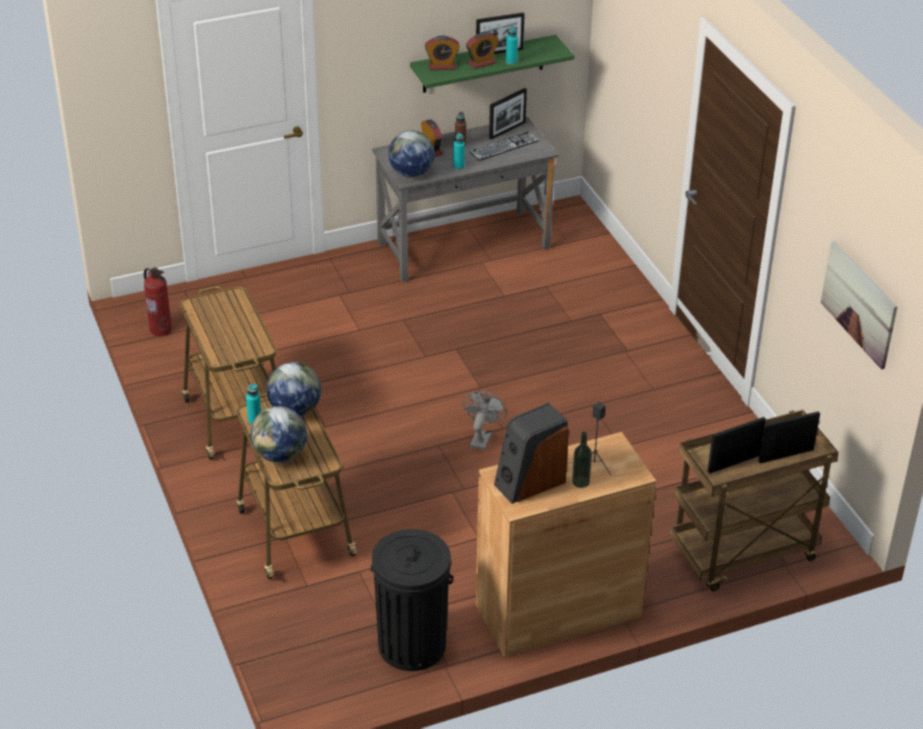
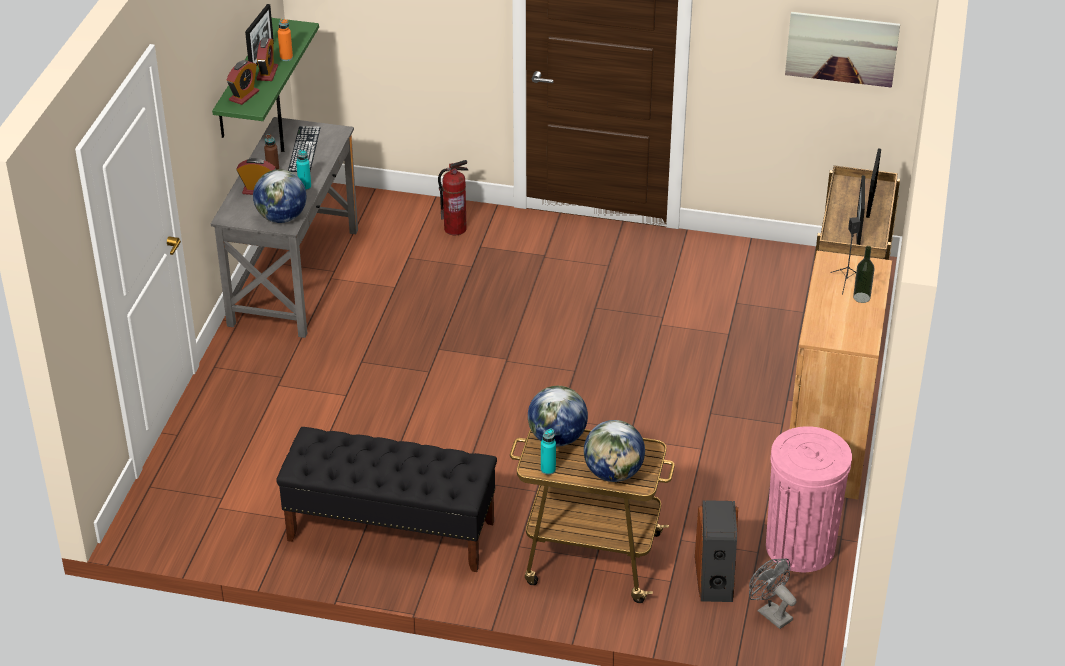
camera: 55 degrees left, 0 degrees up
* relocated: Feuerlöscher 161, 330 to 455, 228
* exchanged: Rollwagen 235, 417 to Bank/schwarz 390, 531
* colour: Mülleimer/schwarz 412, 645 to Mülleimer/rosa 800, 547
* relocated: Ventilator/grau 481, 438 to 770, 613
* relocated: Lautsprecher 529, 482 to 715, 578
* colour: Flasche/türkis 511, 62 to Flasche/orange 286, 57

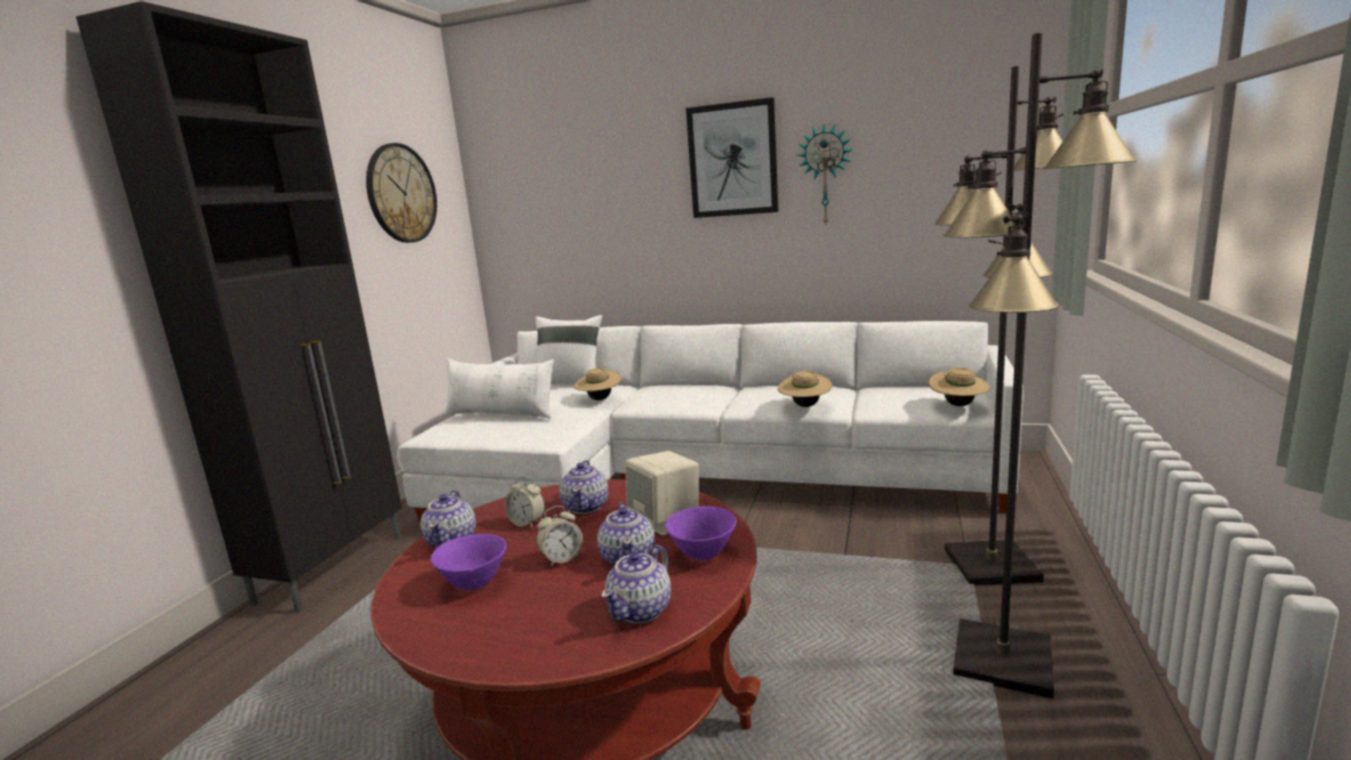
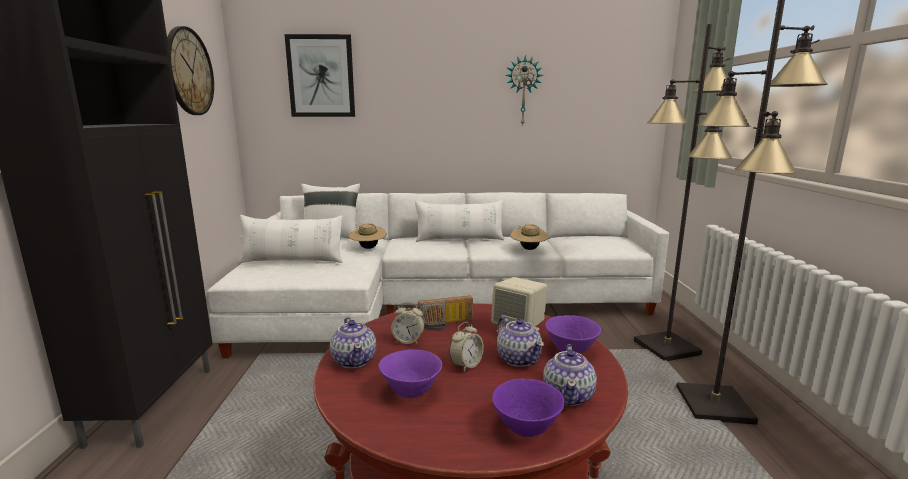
camera: 20 degrees left, 0 degrees up
* exchanged: Teekanne 586, 506 to Radio 445, 324
* relocated: Bild 733, 160 to 321, 76
* missing: Hut/beige 958, 405
* appeared: Kissen/weiß 459, 239
* appeared: Schüssel/lila 526, 429

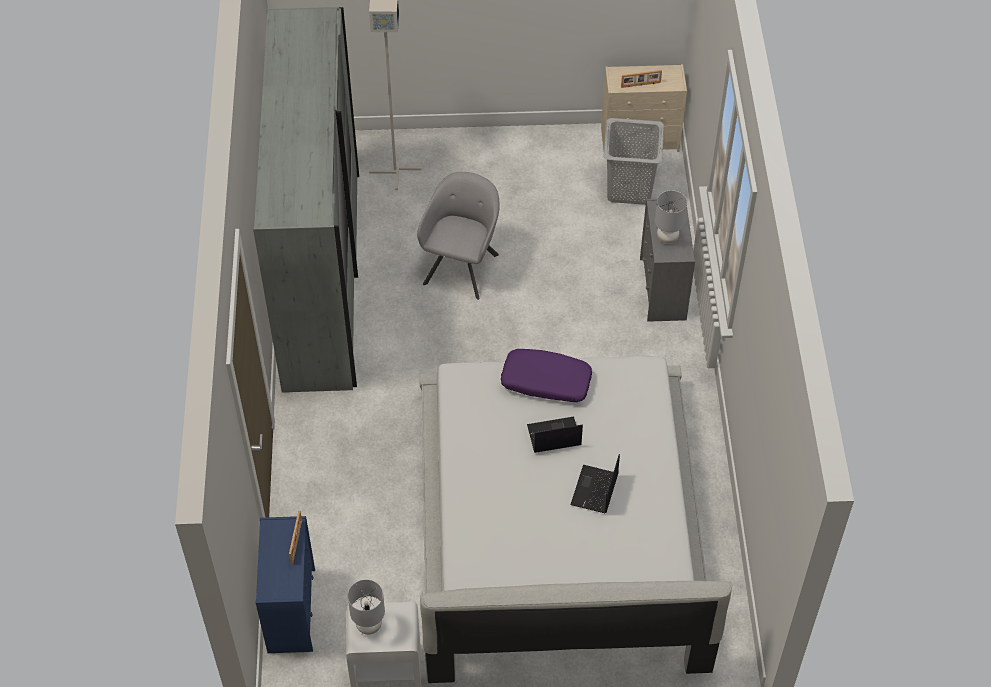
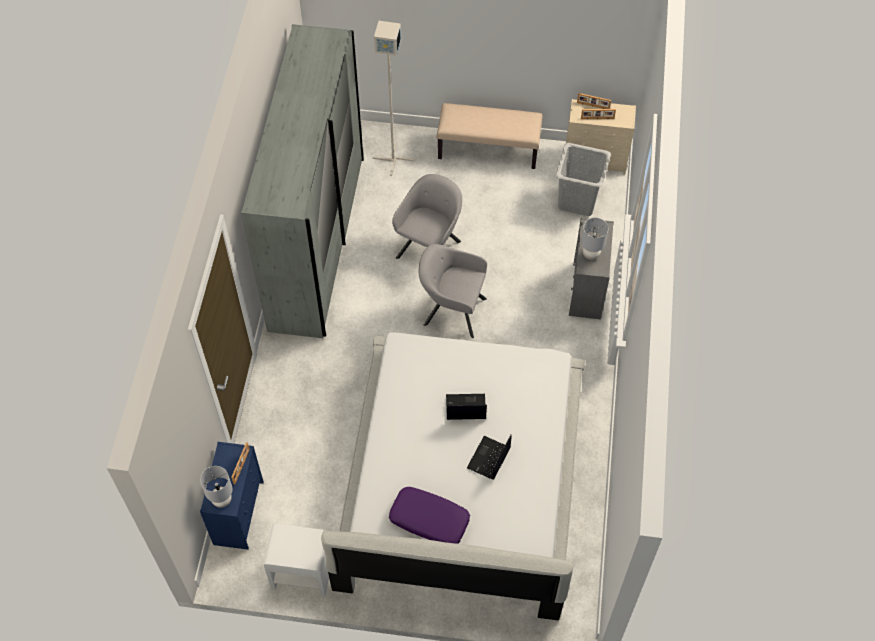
camera: 10 degrees right, 5 degrees up
* relocated: Tischlampe/grau 369, 625 to 222, 499
* relocated: Kissen/lila 545, 382 to 429, 520
* appeared: Sessel/grau 451, 310
* appeared: Bank/beige 488, 149
* appeared: Bilderrahmen 593, 106

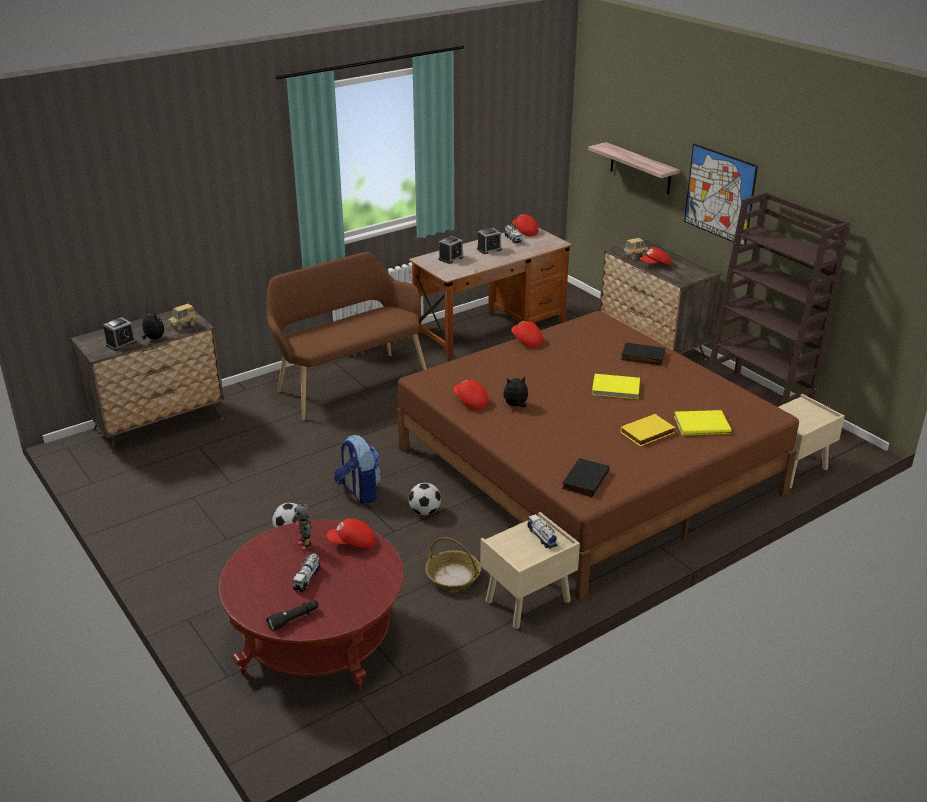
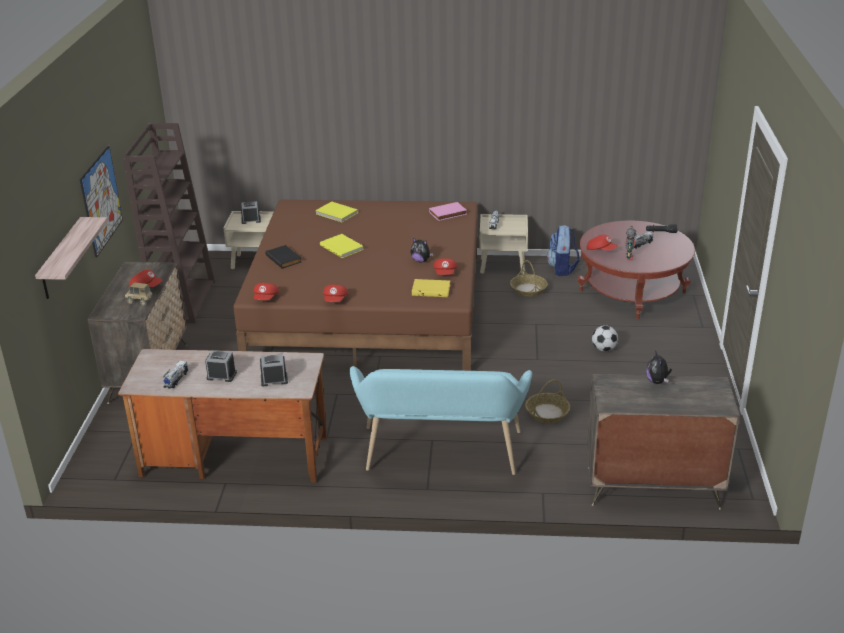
camera: 140 degrees left, 0 degrees up
* relocated: Wecker 121, 343 to 251, 220
* missing: Spielzeuglaster 183, 326
* colour: Bank/braun 348, 382 to Bank/türkis 441, 455
* relocated: Rucksack 359, 492 to 562, 269
* missing: Fußball 425, 512
* relocated: Kappe/rot 524, 231 to 266, 298
* colour: Buch/schwarz 584, 479 to Buch/rosa 448, 214
* relocated: Buch/gelb 647, 433 to 431, 290
* appeared: Korb 547, 413

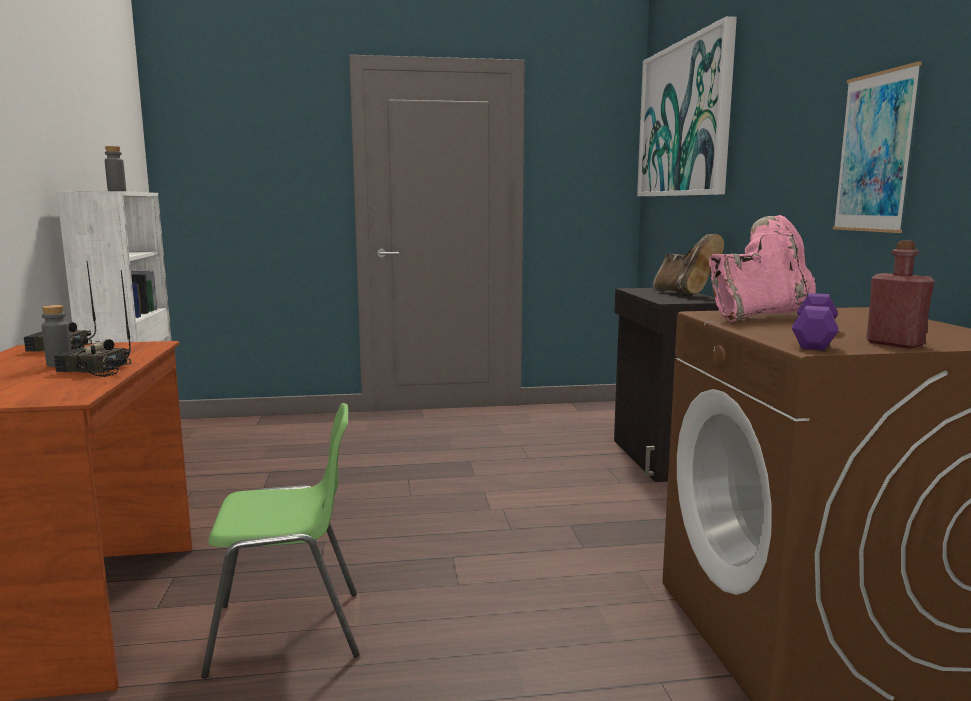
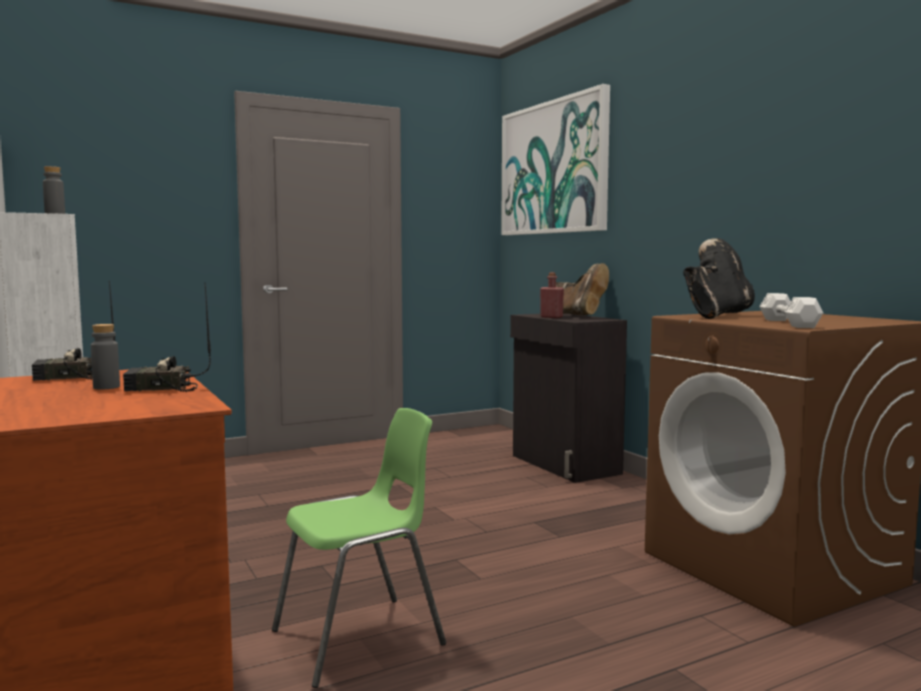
camera: 20 degrees left, 5 degrees down
* colour: Stiefel/rosa 758, 315 to Stiefel/schwarz 716, 316
* colour: Hantel/lila 814, 337 to Hantel/weiß 788, 323
* missing: Bild 875, 153
* relocated: Flasche/rot 894, 344 to 551, 317

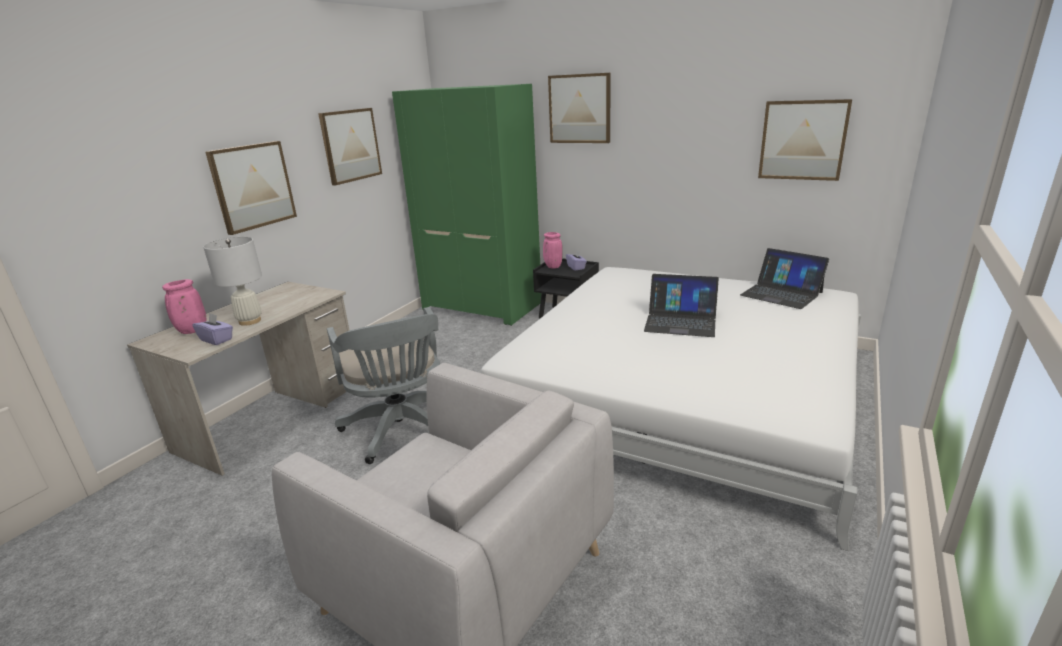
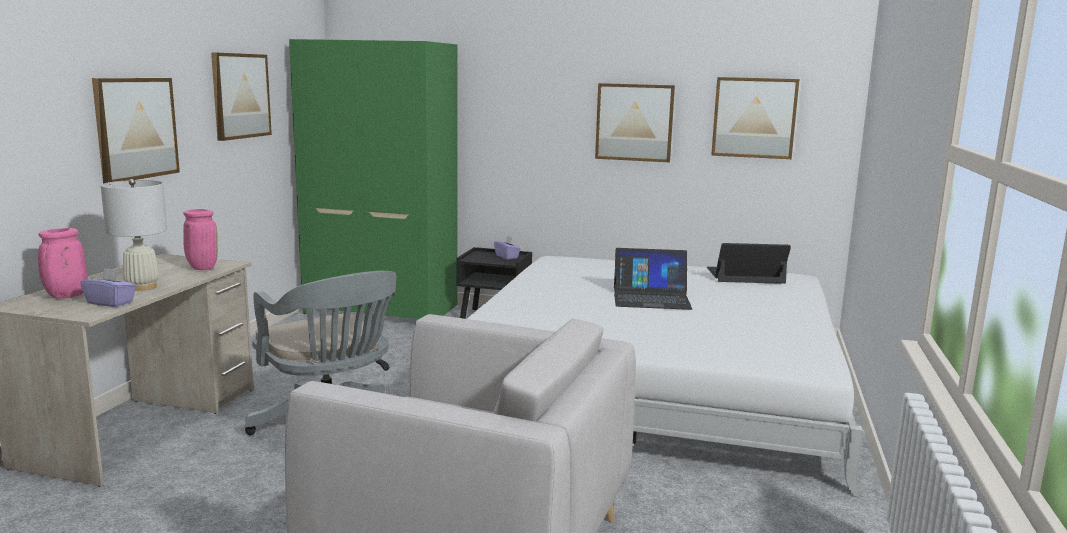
camera: 15 degrees left, 10 degrees down
* relocated: Vase/rosa 552, 267 to 201, 268
* relocated: Bild 580, 109 to 634, 122
* spun: Laptop 781, 293 = 745, 275 150 degrees clockwise

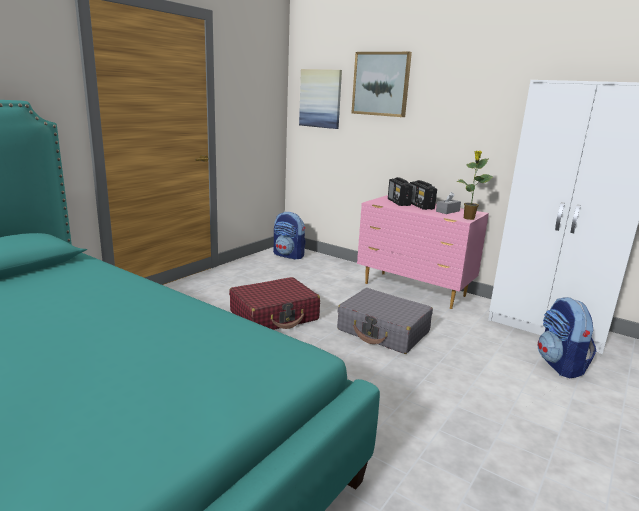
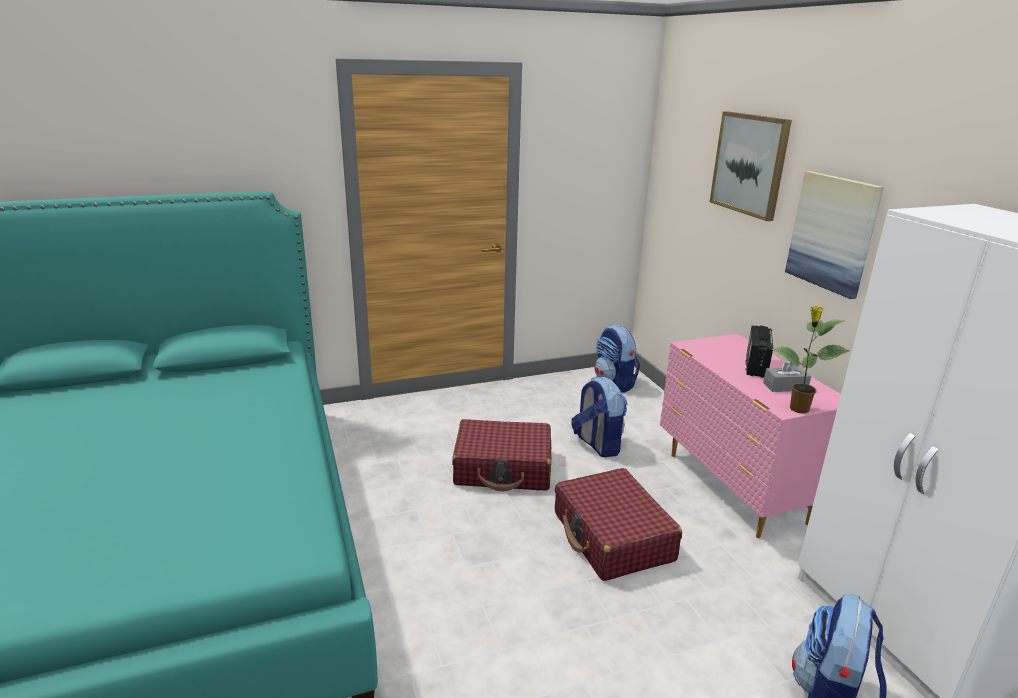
camera: 35 degrees right, 5 degrees up
* relocated: Bild 320, 98 to 832, 232
* colour: Koffer/grau 383, 331 to Koffer/rot 612, 537
* missing: Radio 398, 202
* appeared: Rucksack 597, 444

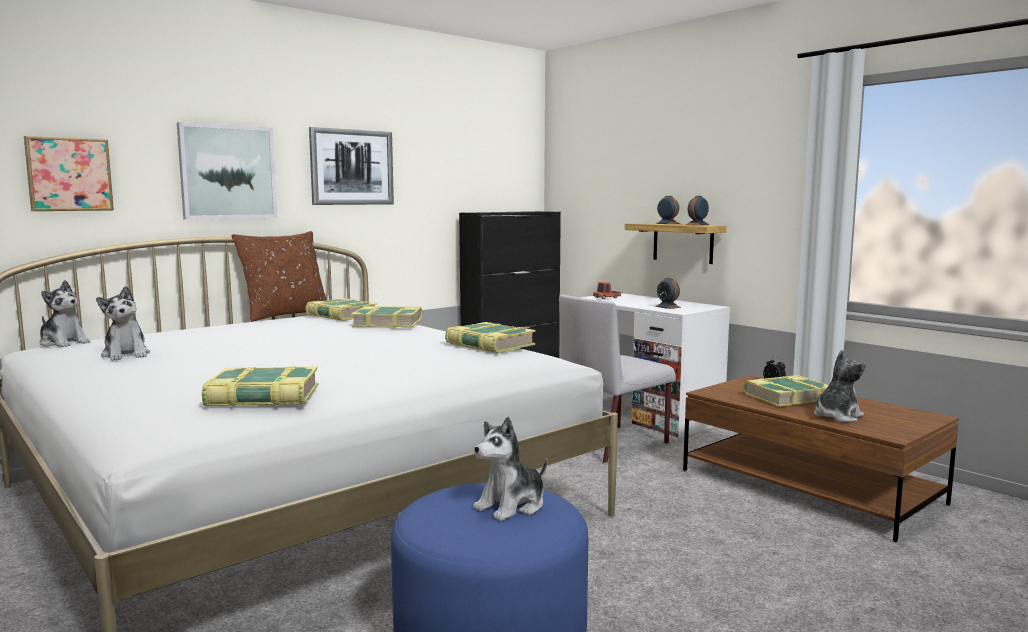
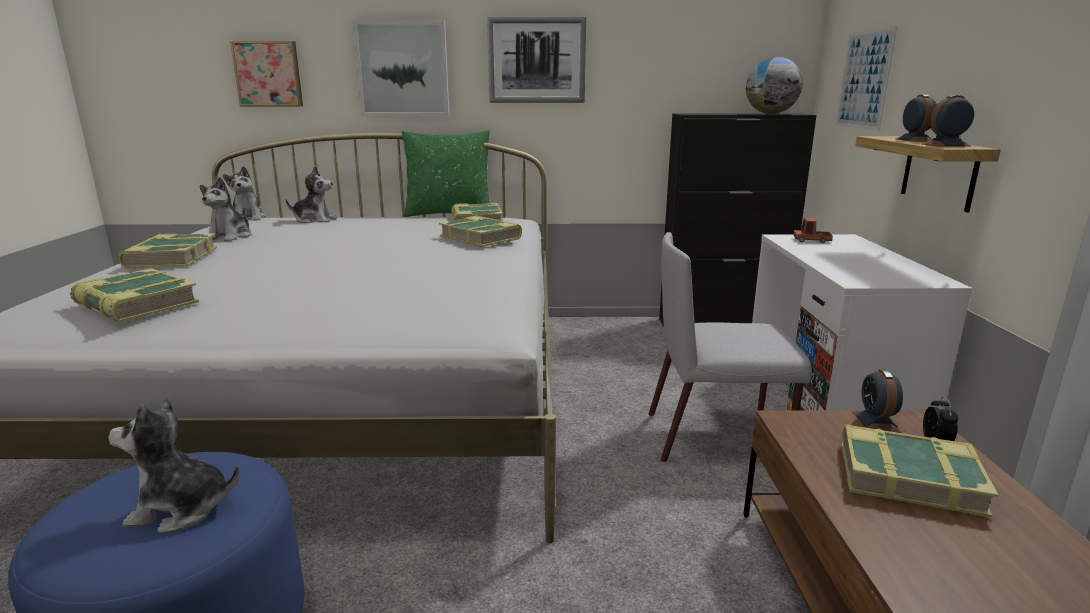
camera: 40 degrees right, 10 degrees up
* colour: Kissen/braun 285, 315 to Kissen/grün 449, 214
* relocated: Buch 489, 345 to 171, 258
* relocated: Wecker 667, 307 to 876, 422
* relocated: Plüschtier 836, 416 to 314, 220
* appeared: Globus 770, 113
* appeared: Bild 864, 80

